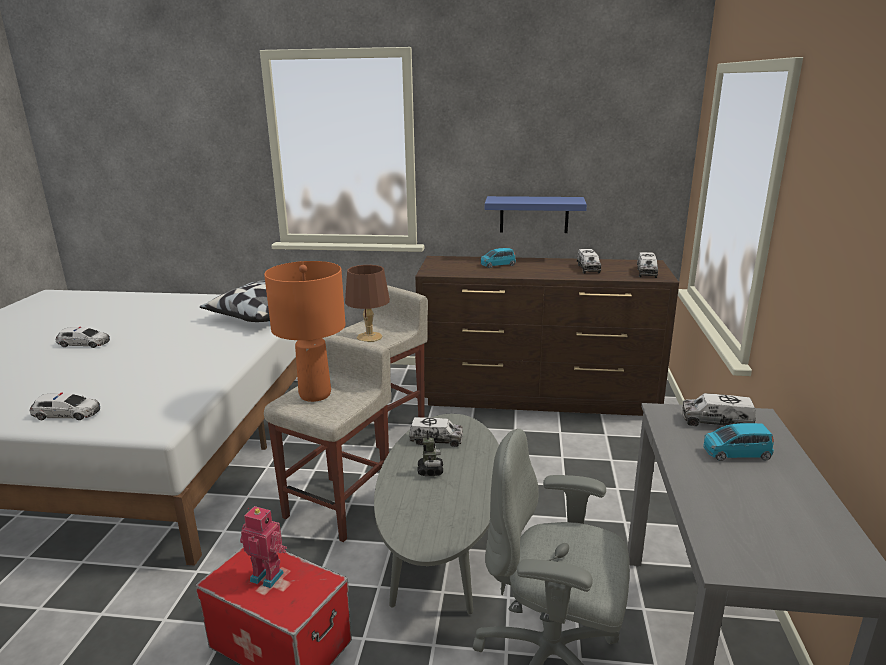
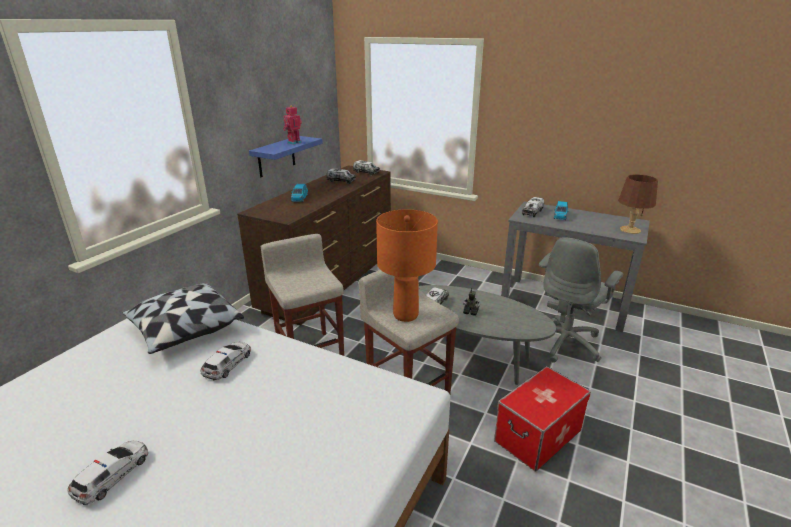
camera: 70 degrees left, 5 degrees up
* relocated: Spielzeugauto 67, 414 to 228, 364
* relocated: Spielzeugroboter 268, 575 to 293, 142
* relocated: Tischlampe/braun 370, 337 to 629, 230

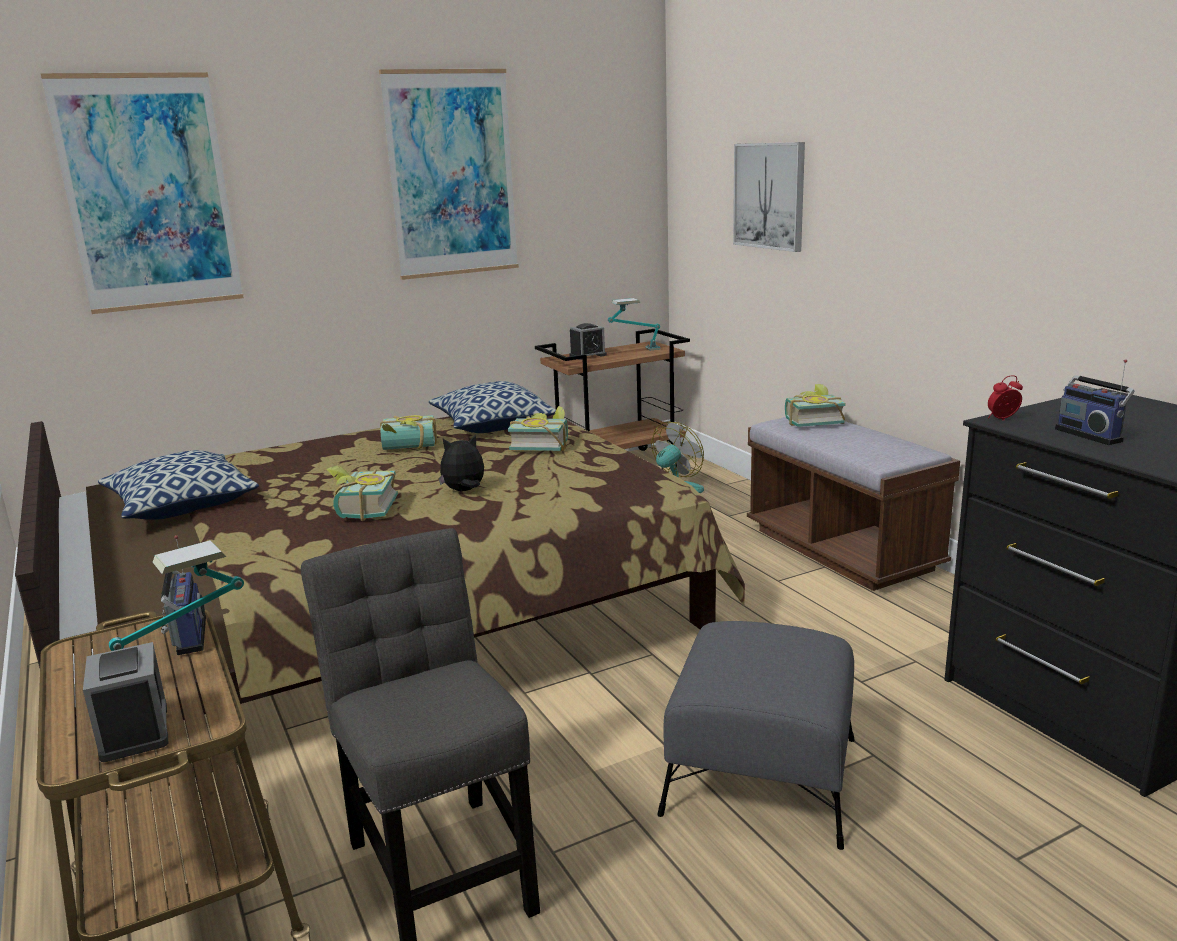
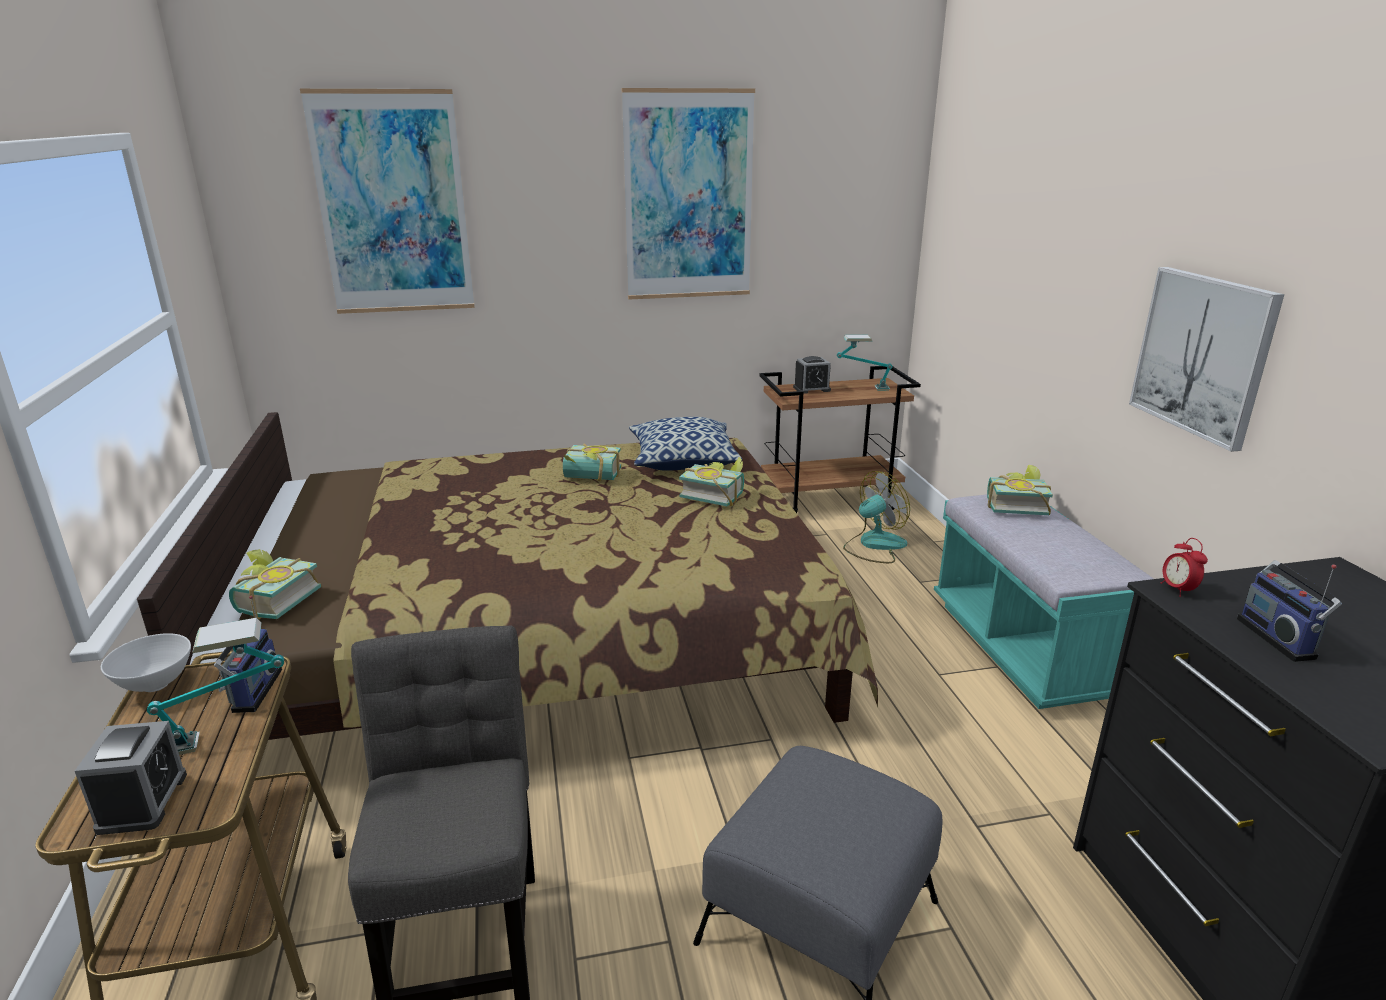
camera: 15 degrees right, 5 degrees up
* missing: Kissen 181, 505
* relocated: Buch 360, 509 to 272, 601
* missing: Plüschtier 464, 491
* relocated: Bild 769, 196 to 1203, 355
* colour: Bank/braun 841, 549 to Bank/türkis 1025, 648
* spun: Wecker 1002, 419 = 1177, 589 105 degrees counterclockwise
* appeared: Schüssel/weiß 154, 685

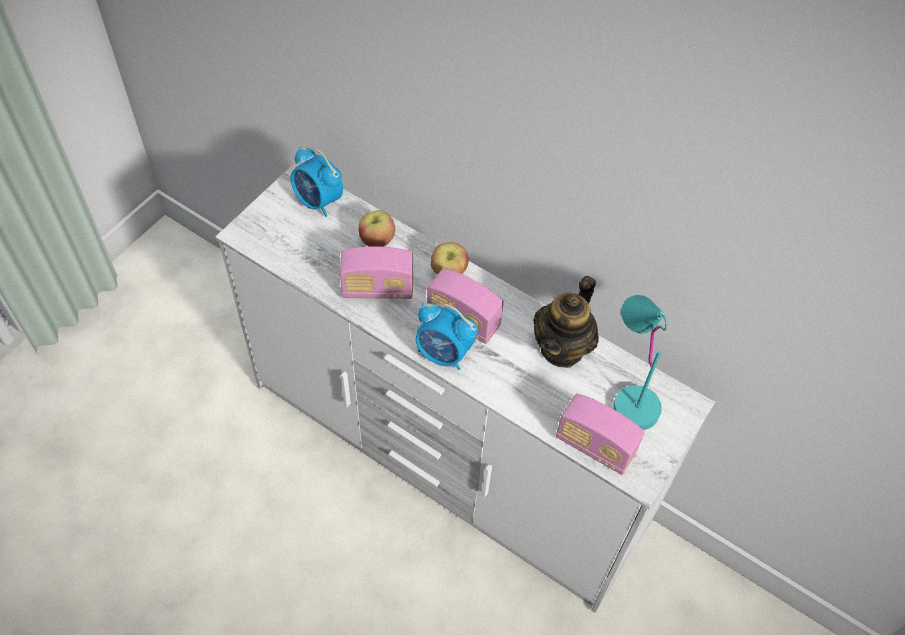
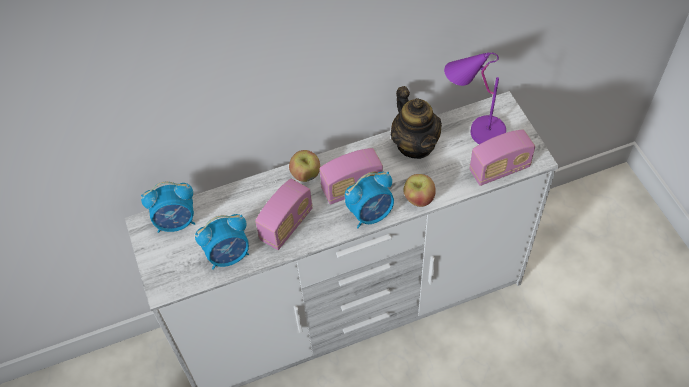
camera: 50 degrees left, 0 degrees up
* relocated: Apfel 377, 240 to 418, 198
* colour: Tischlampe/türkis 629, 390 to Tischlampe/lila 472, 128
* appeared: Wecker 229, 255

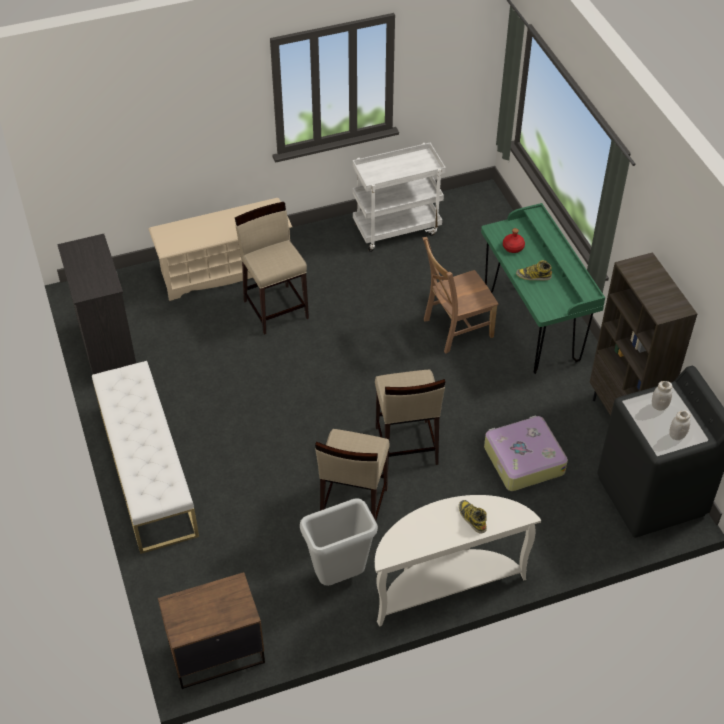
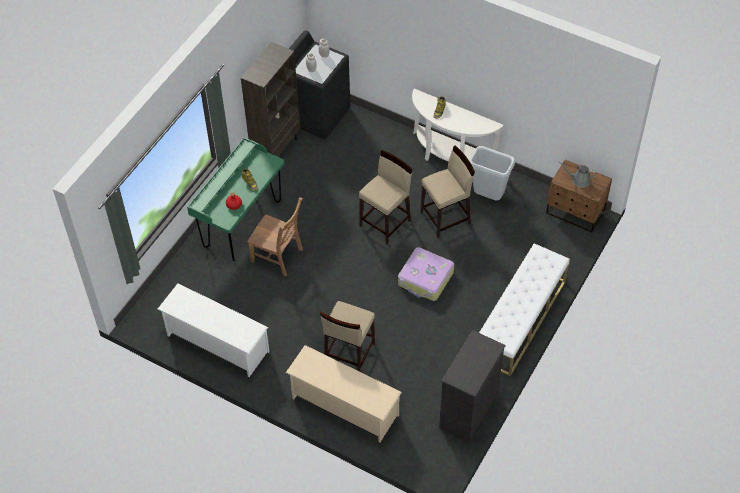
camera: 130 degrees left, 5 degrees up
* exchanged: Rollwagen/weiß 397, 229 to Schuhregal/weiß 217, 343
* relocated: Koffer 523, 459 to 425, 279
* appeared: Gießkanne/grau 579, 180

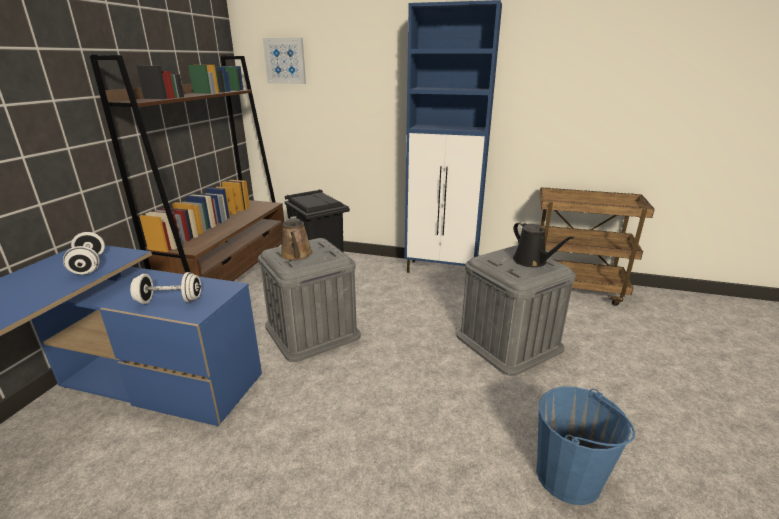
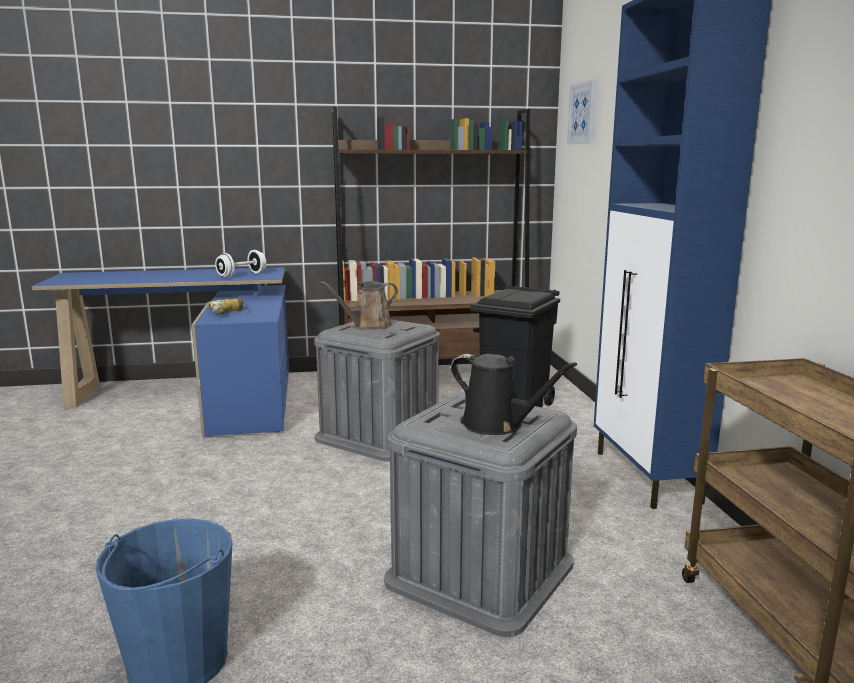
camera: 65 degrees right, 10 degrees down
* exchanged: Hantel/weiß 170, 301 to Bohrmaschine 229, 311
* spun: Gießkanne/schwarz 532, 261 = 497, 424 90 degrees counterclockwise

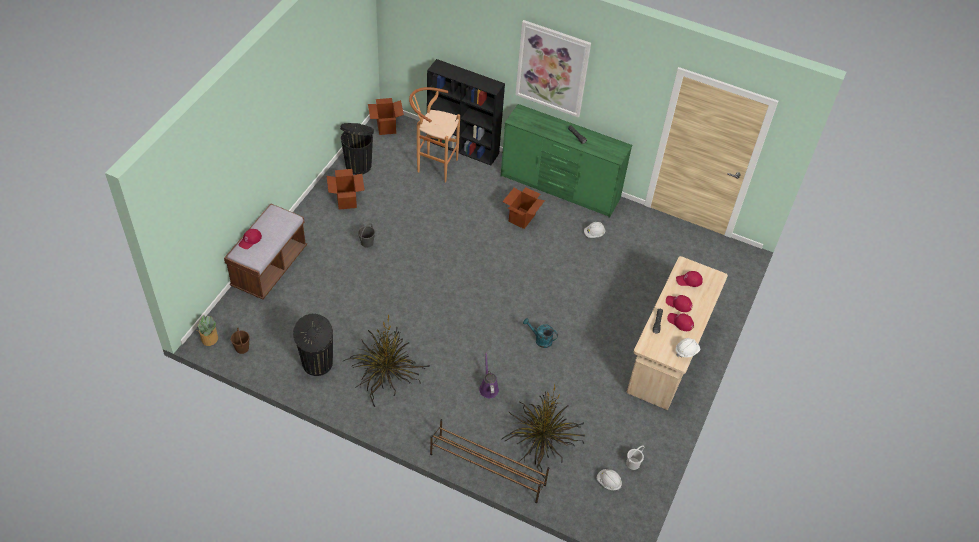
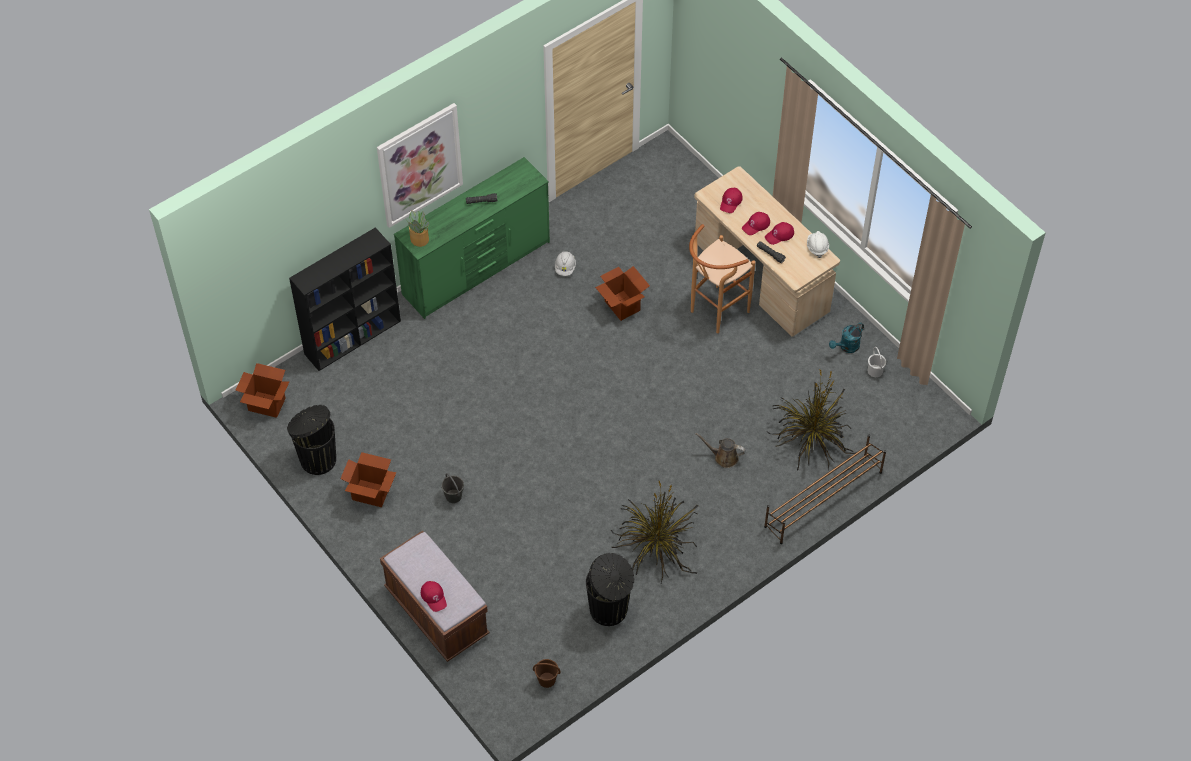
camera: 60 degrees left, 5 degrees up
* relocated: Topfpflanze 209, 339 to 419, 239
* relocated: Hocker/braun 433, 165 to 714, 313
* colour: Gießkanne/lila 488, 388 to Gießkanne/braun 723, 457
* relocated: Karton 522, 218 to 622, 305
* relocated: Gießkanne/türkis 540, 340 to 846, 347
* missing: Schutzhelm/weiß 608, 482

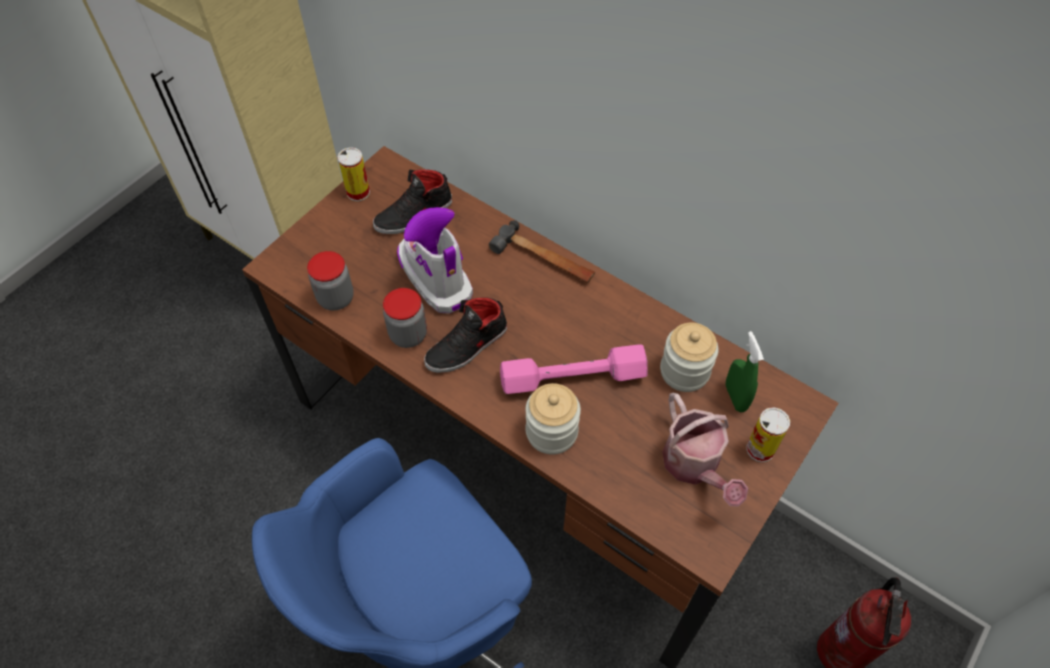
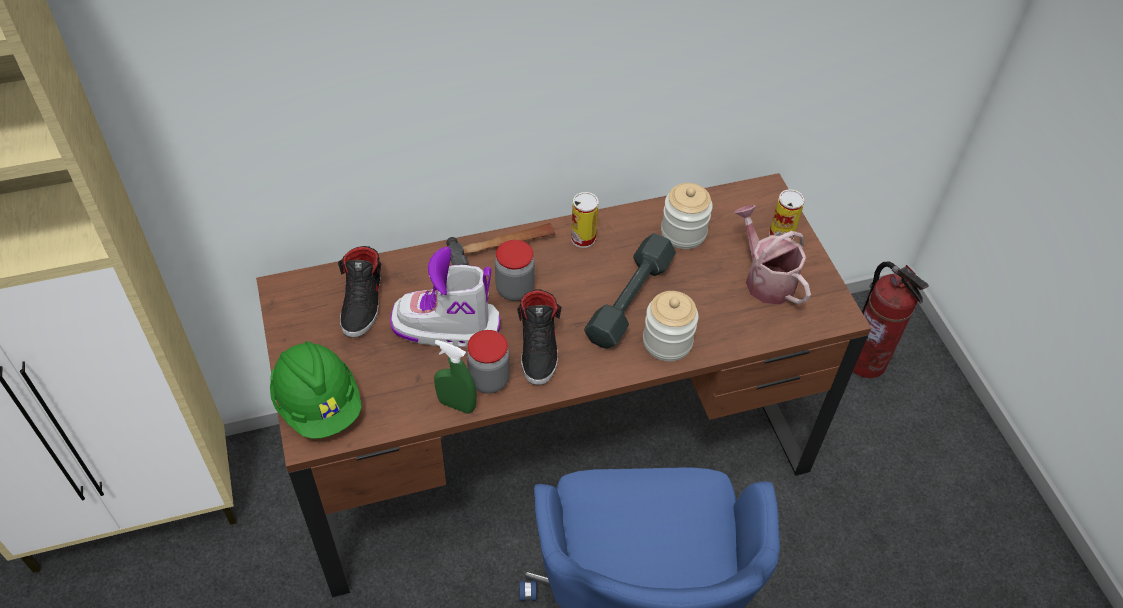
camera: 55 degrees left, 5 degrees down
* relocated: Vorratsglas 336, 298 to 515, 289
* relocated: Dose 358, 192 to 583, 238
* colour: Hantel/rosa 573, 377 to Hantel/grau 630, 299
* spun: Gießkanne 695, 466 = 765, 278 135 degrees counterclockwise
* relocated: Sprühflasche/grün 735, 397 to 456, 404
* appeared: Schutzhelm/grün 318, 404

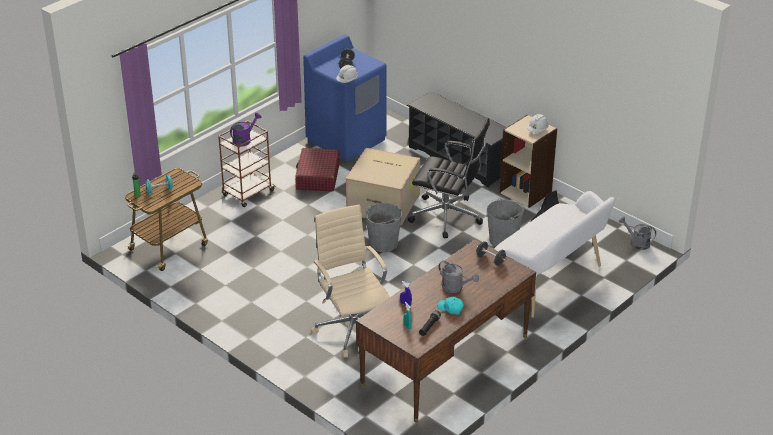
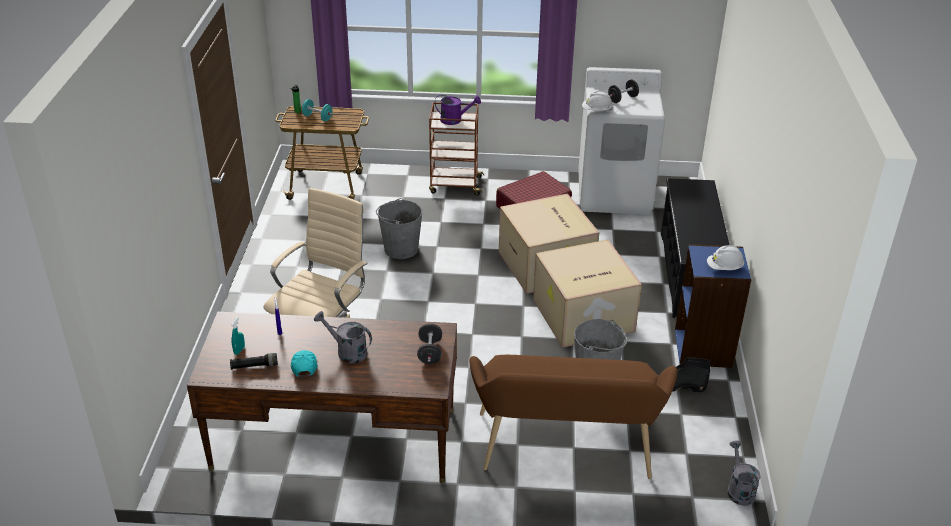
camera: 50 degrees right, 0 degrees up
* colour: Waschmaschine/blau 346, 139 to Waschmaschine/weiß 615, 194
* relocated: Eimer/grau 383, 243 to 401, 249
* exchanged: Bürostuhl/schwarz 448, 217 to Karton 582, 316
* spun: Gießkanne/grau 456, 288 = 347, 352 120 degrees clockwise
* colour: Bank/weiß 550, 282 to Bank/braun 566, 452
* colour: Bücherregal/beige 526, 192 to Bücherregal/blau 704, 348

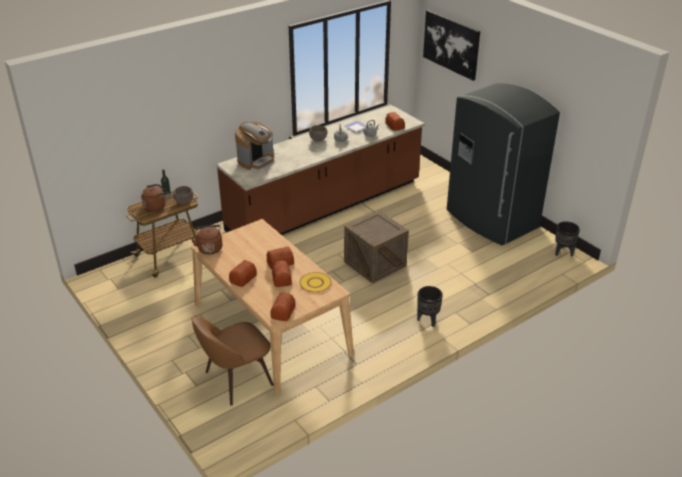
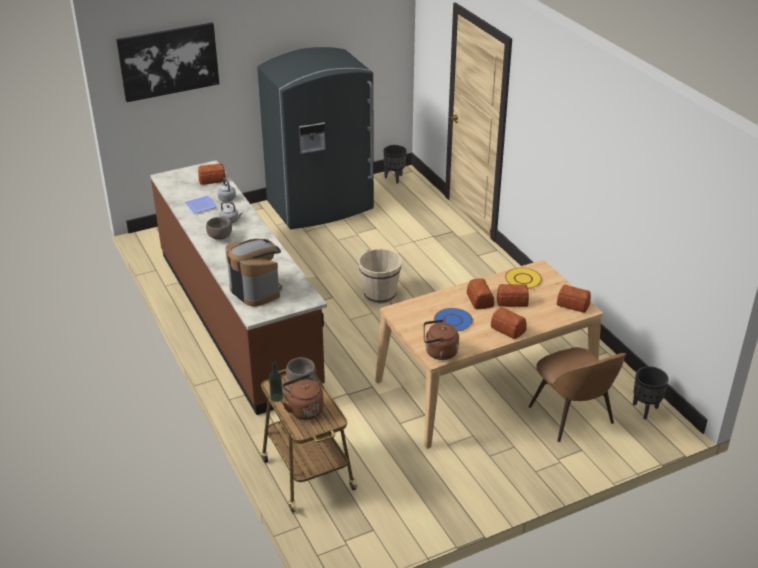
camera: 80 degrees left, 0 degrees up
* exchanged: Kiste 375, 264 to Eimer/beige 380, 294
* relocated: Pflanzkübel/schwarz 427, 320 to 645, 410
* appeared: Teller/blau 453, 320

